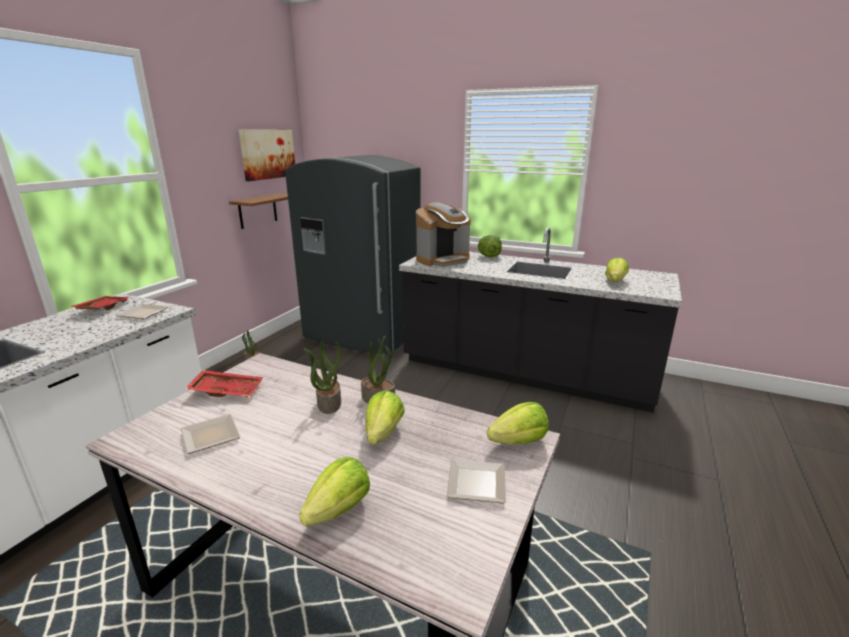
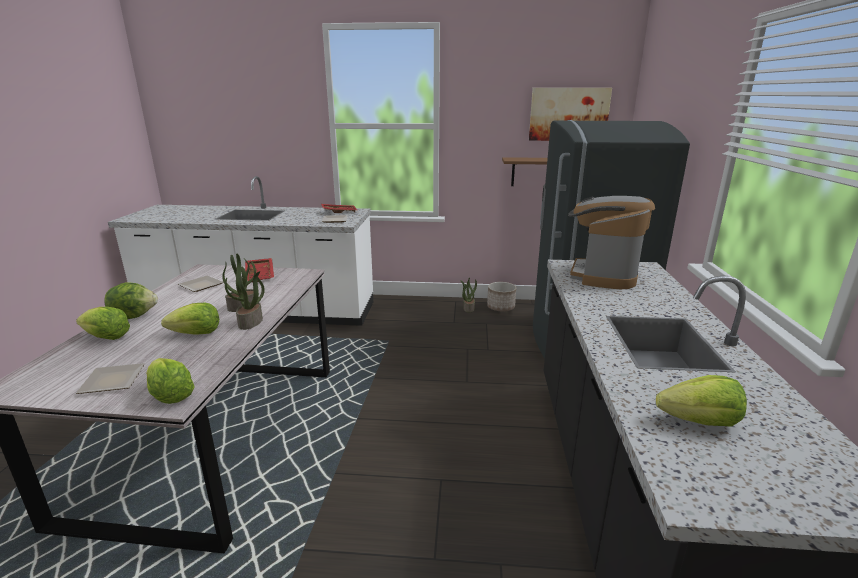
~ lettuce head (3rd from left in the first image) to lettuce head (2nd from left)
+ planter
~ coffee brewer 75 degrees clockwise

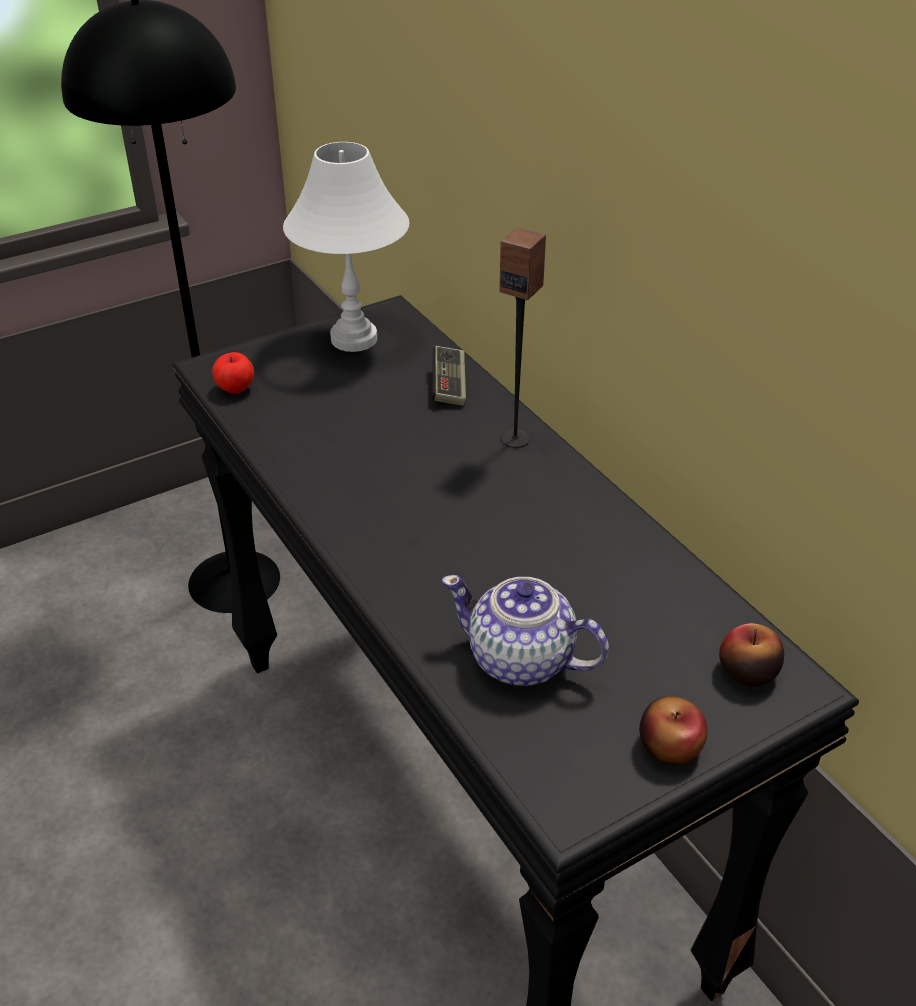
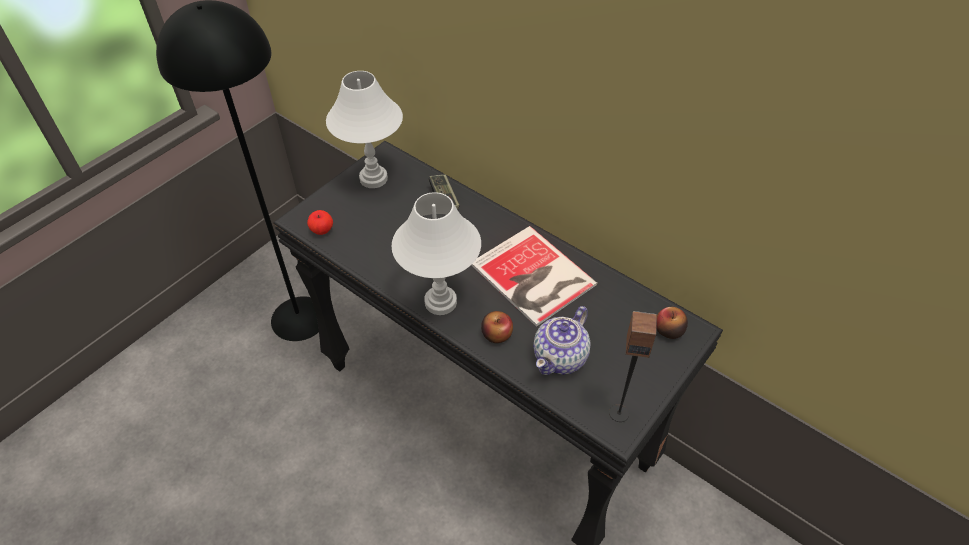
+ white-coloured lamp for a table (2nd from left)
+ volume
~ apple fruit (2nd from left)
~ pot for tea 60 degrees counterclockwise
~ speaker

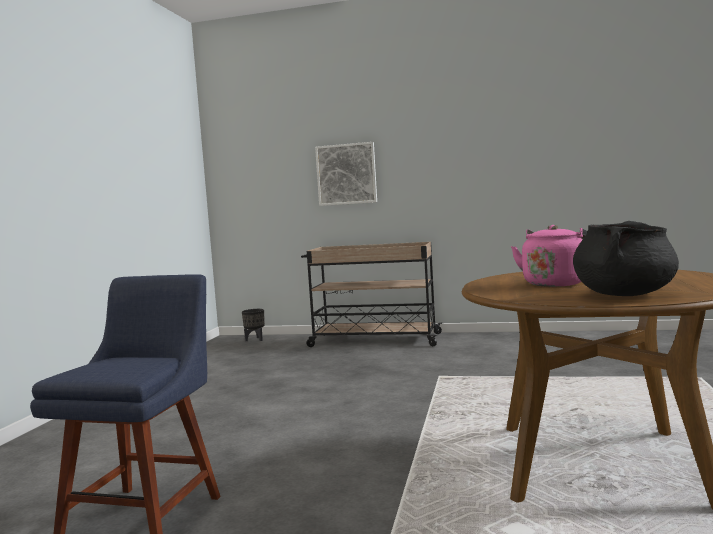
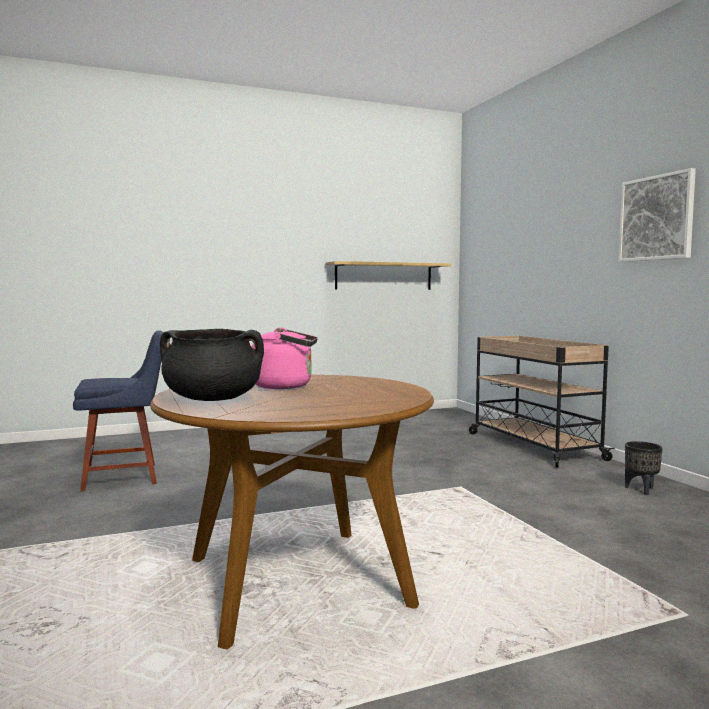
+ bracket shelf
~ picture
~ black-coloured planter

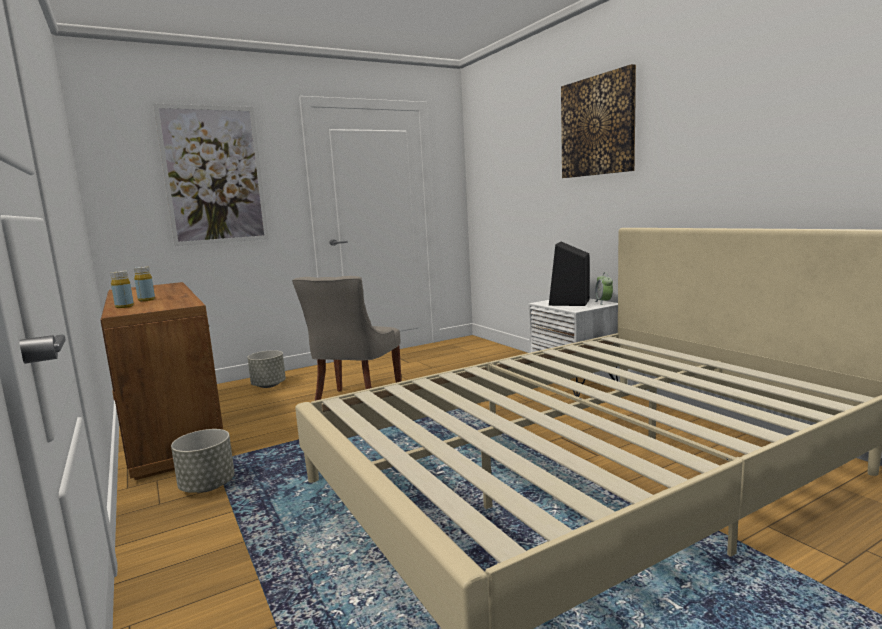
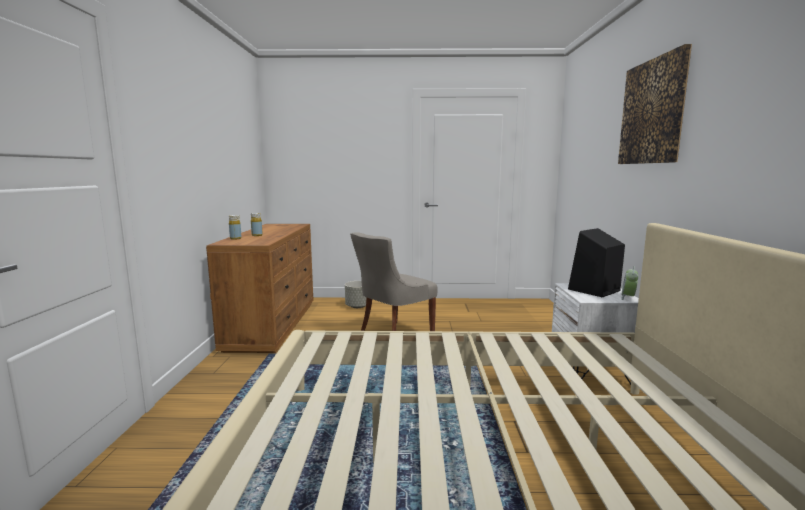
- picture (1st from left)
- greyish planter (1st from left)

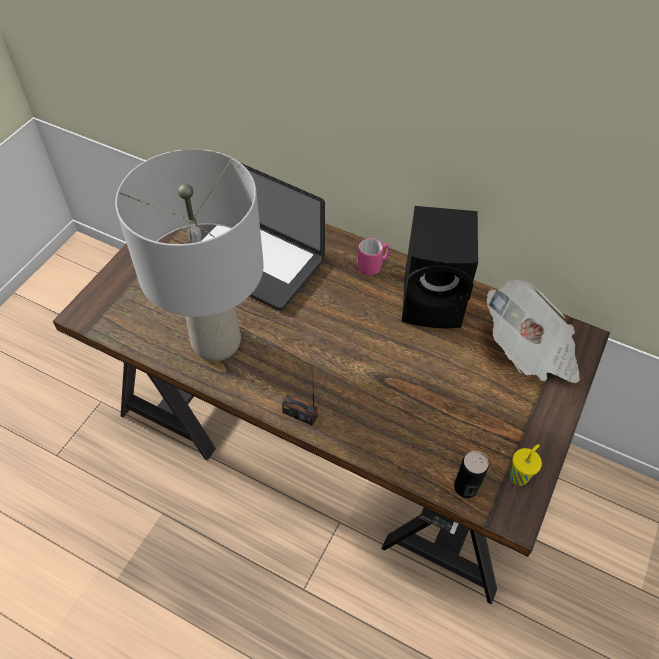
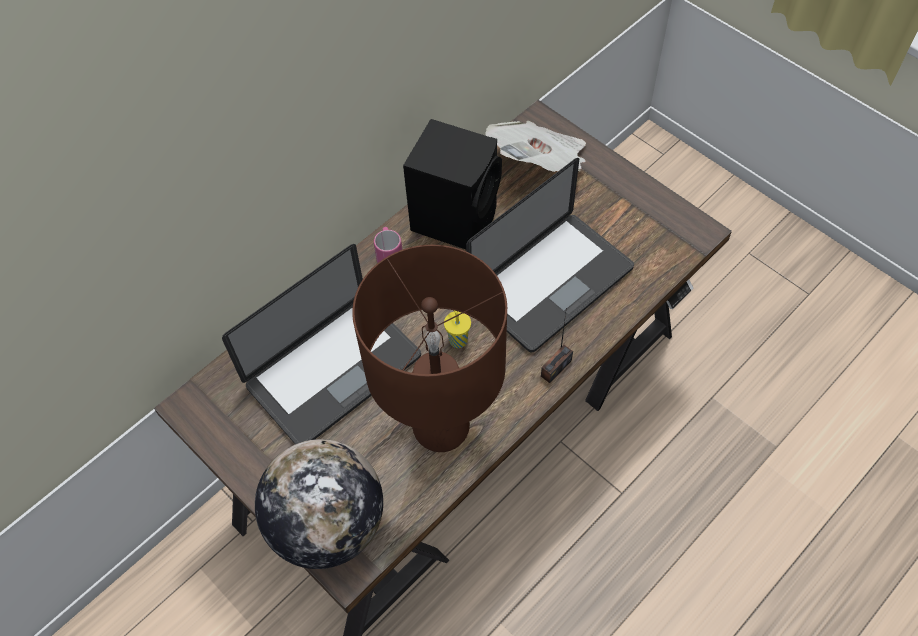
+ globe
~ greyish lamp for a table to brown-coloured lamp for a table
~ yellow-coloured small cup
+ notebook computer (2nd from left)
- metal can

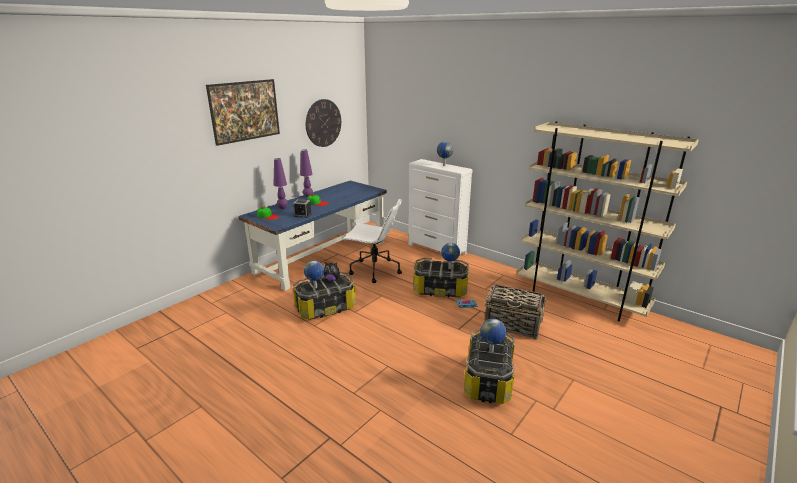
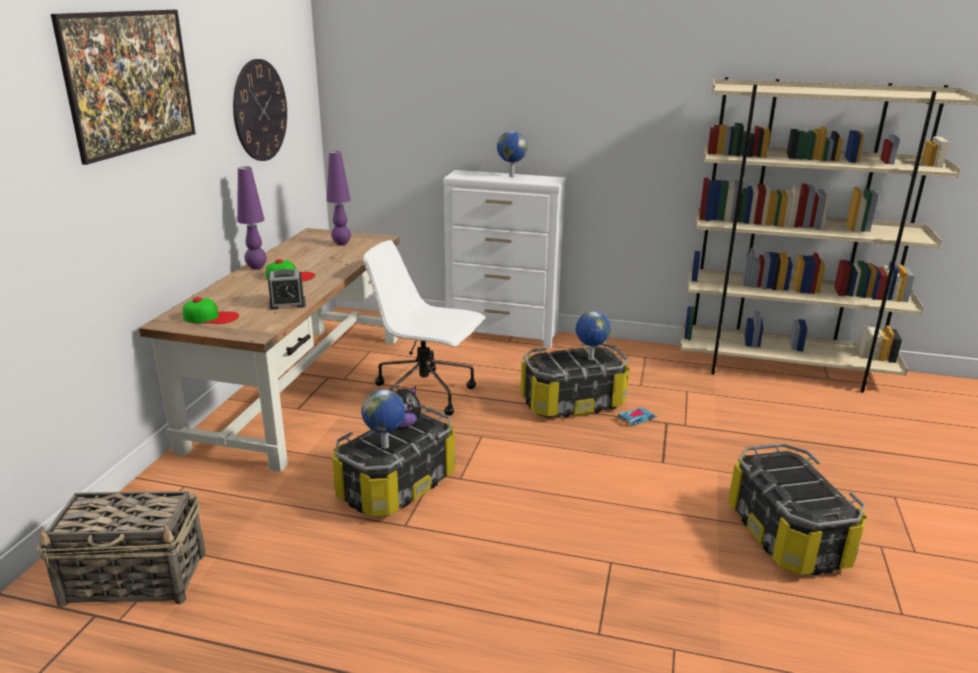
~ household basket
~ blue desk table to brown-coloured desk table
~ purple-coloured lamp for a table (1st from left in the first image) to purple-coloured lamp for a table (2nd from left)
~ white-coloured desk chair 150 degrees counterclockwise
- globe (4th from left)

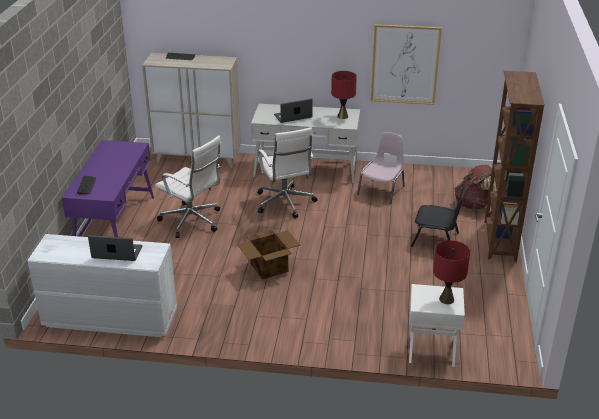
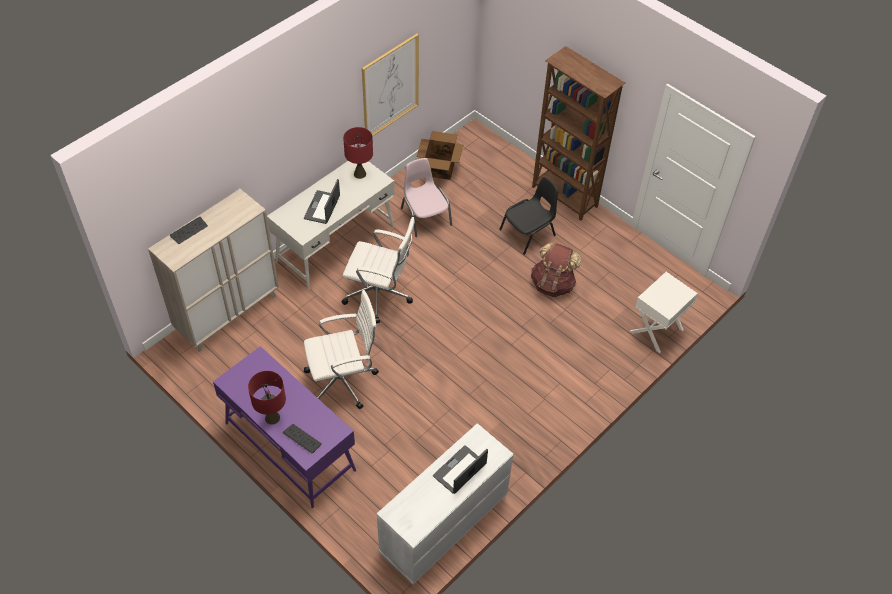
~ red-coloured lamp for a table (2nd from left in the first image) to red-coloured lamp for a table (1st from left)
~ packing box
~ brown-coloured knapsack

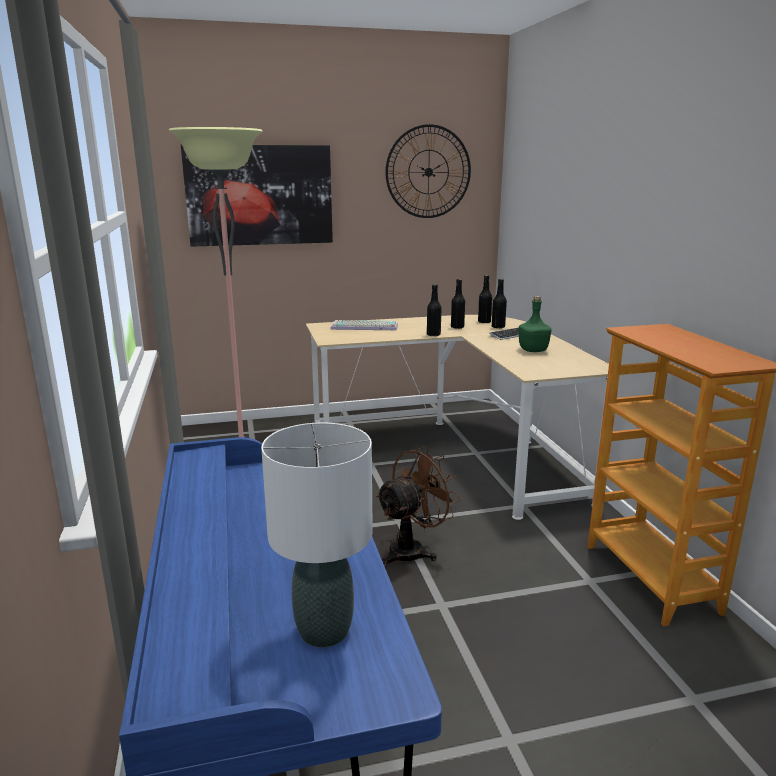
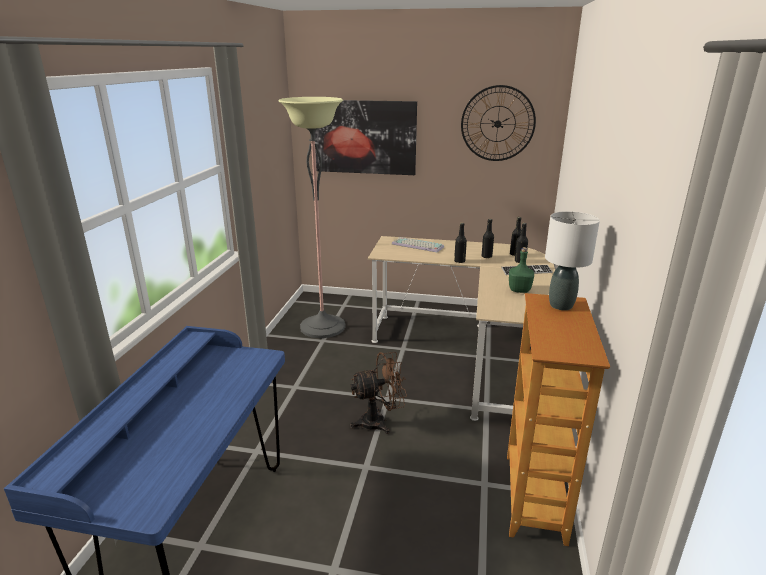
~ white-coloured lamp for a table

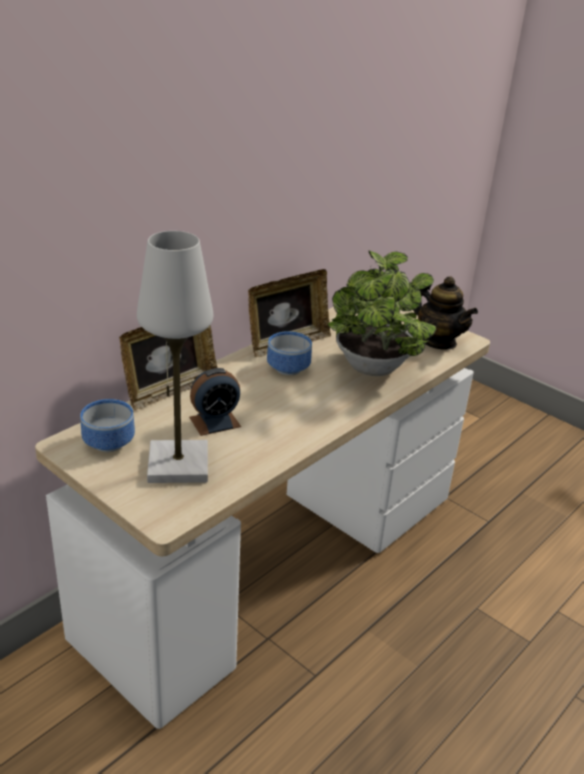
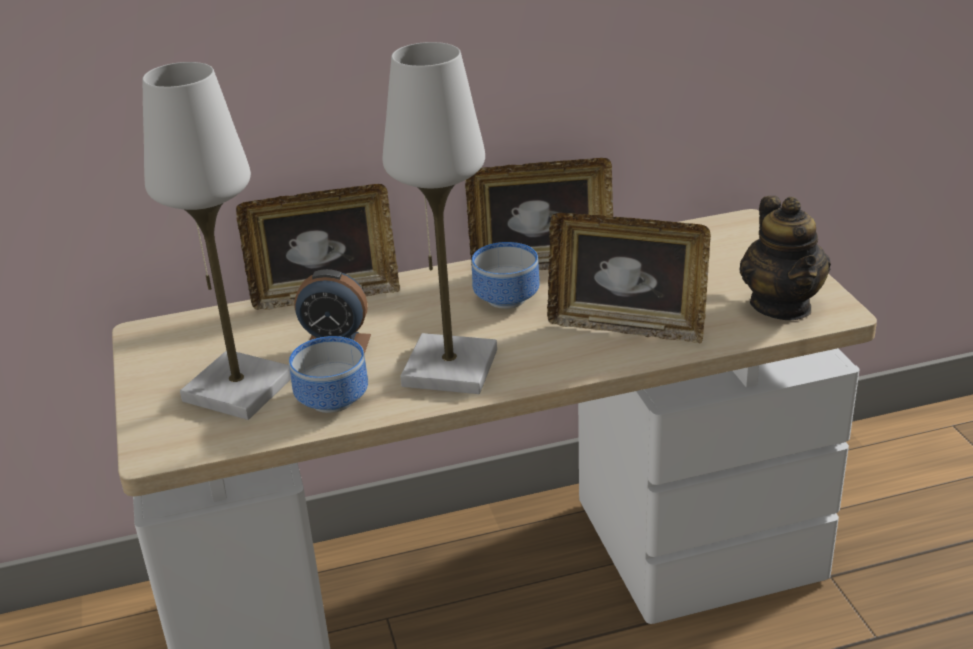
~ deep dish (1st from left)
+ white-coloured lamp for a table (2nd from left)
~ houseplant to picture frame (3rd from left)

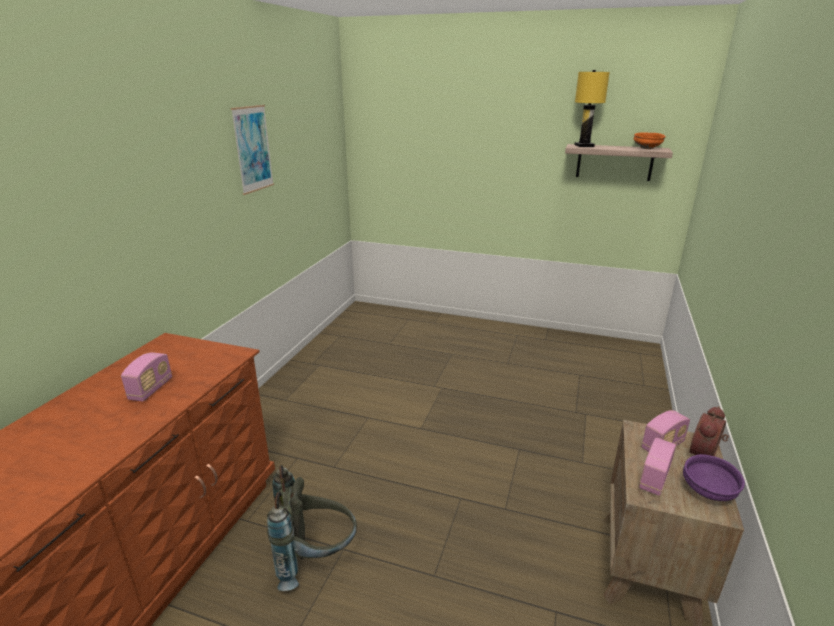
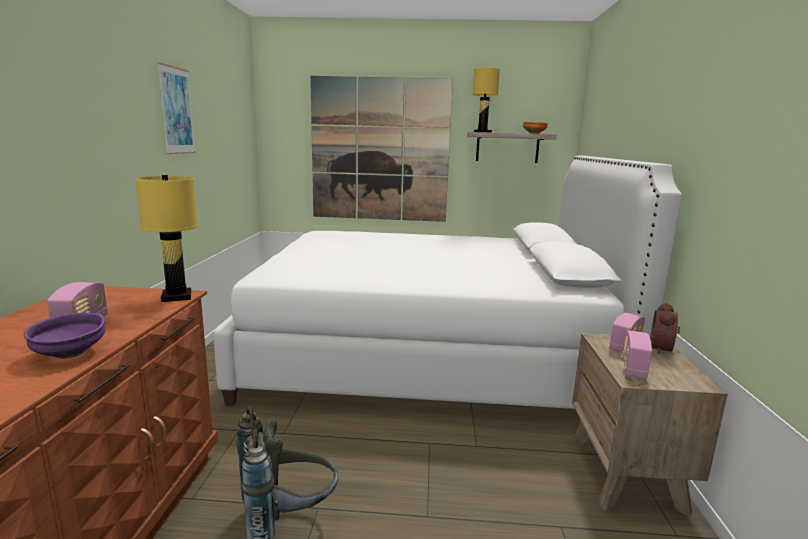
~ purple-coloured deep dish
+ yellow-coloured lamp for a table (1st from left)
+ white-coloured sleeping bed
+ picture (2nd from left)

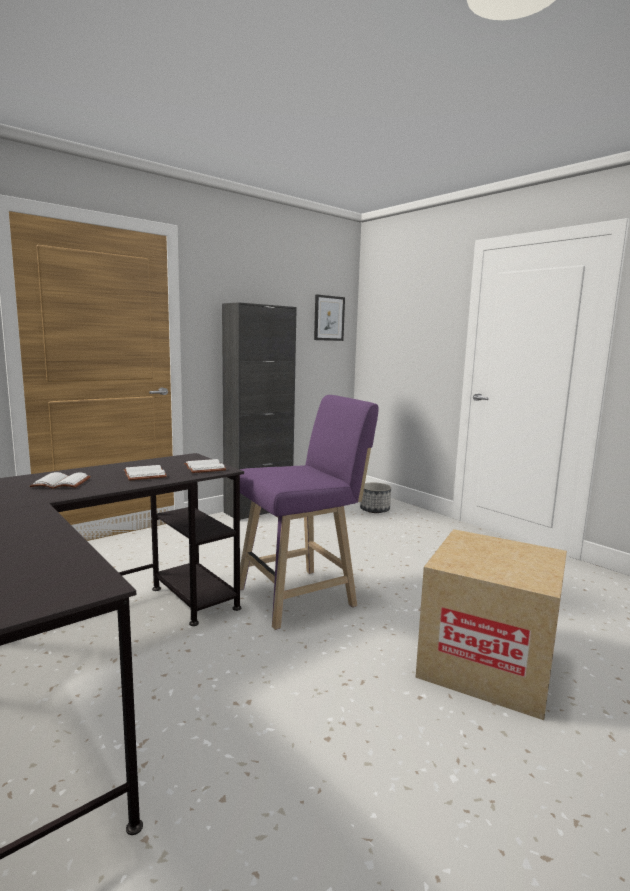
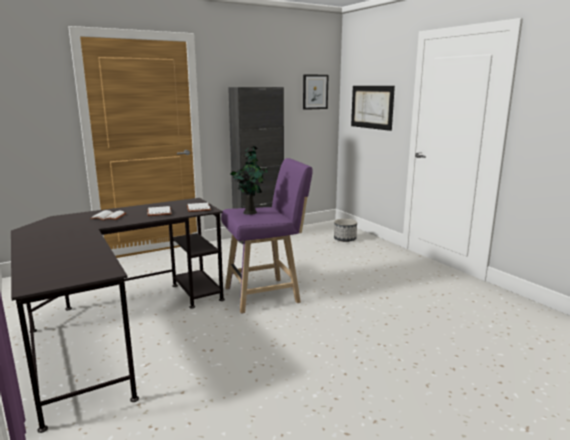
+ houseplant
+ picture (2nd from left)
- packing box

